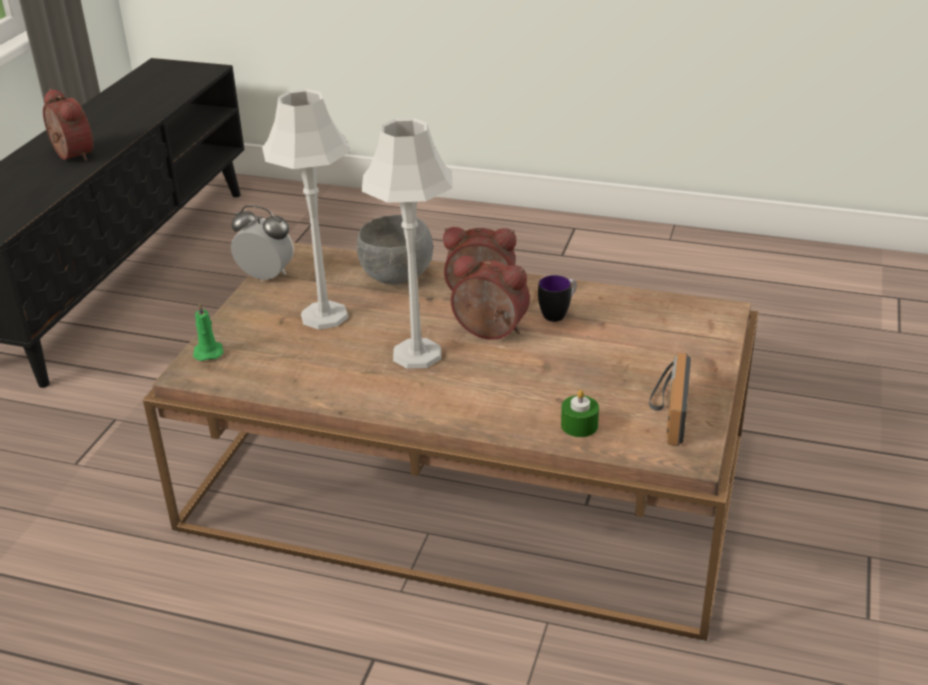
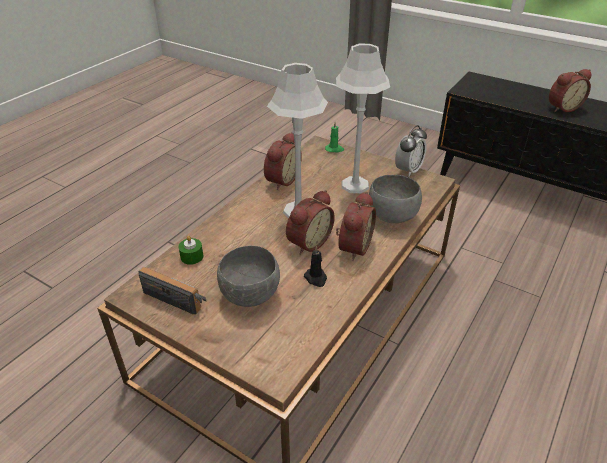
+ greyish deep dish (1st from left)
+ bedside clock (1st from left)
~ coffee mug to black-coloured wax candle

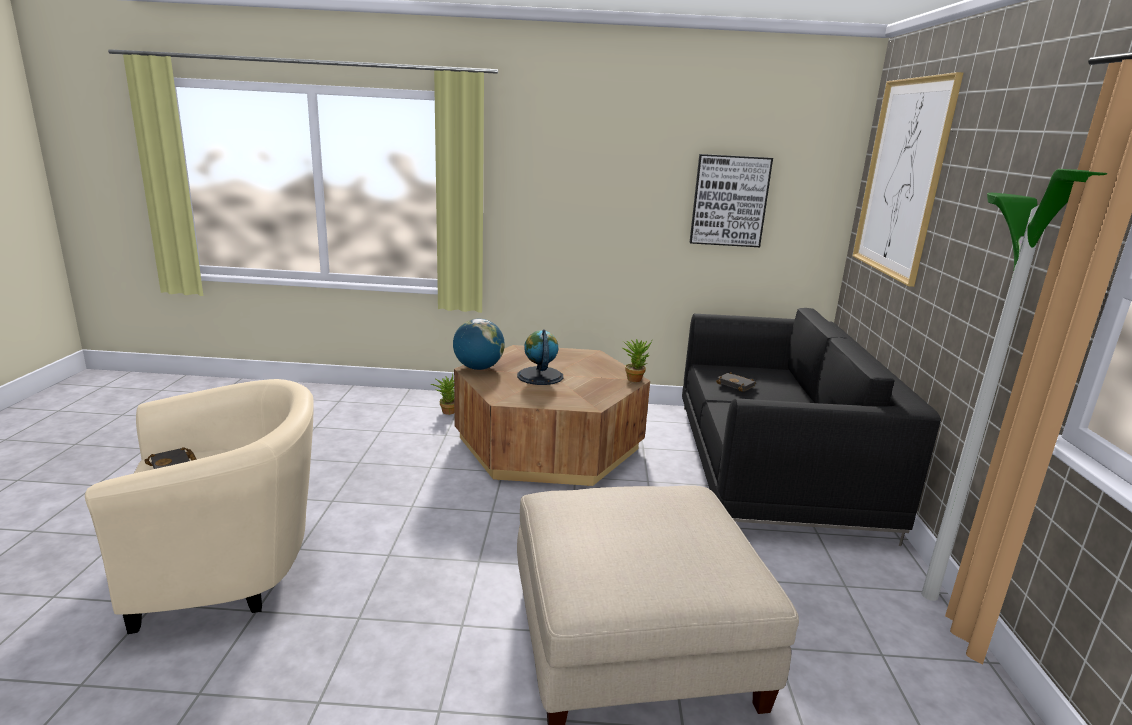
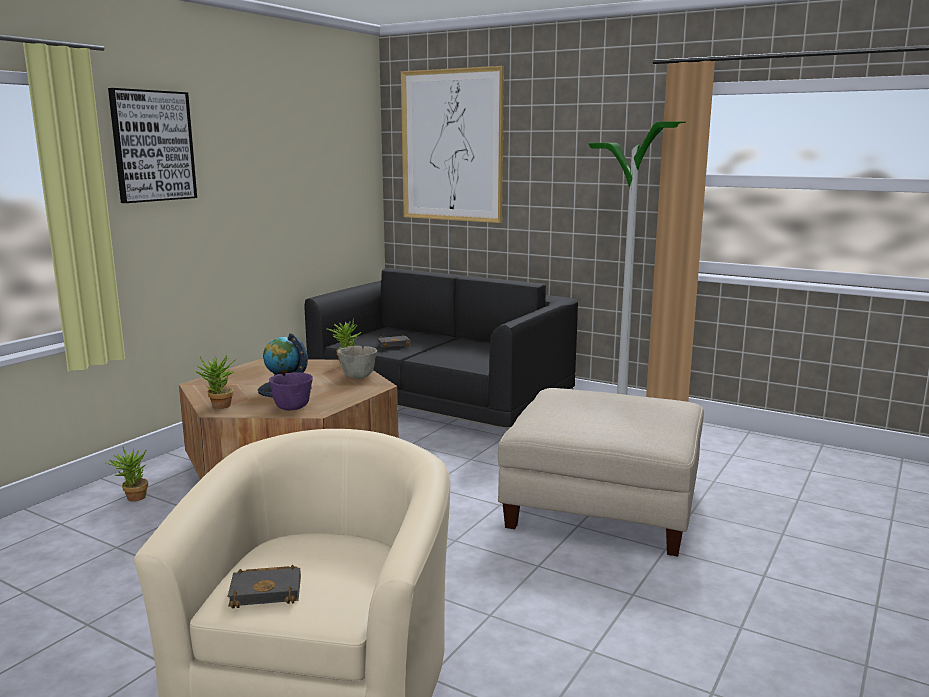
~ picture (1st from left)
~ globe (1st from left) to houseplant (2nd from left)
+ purple-coloured deep dish
+ greyish deep dish

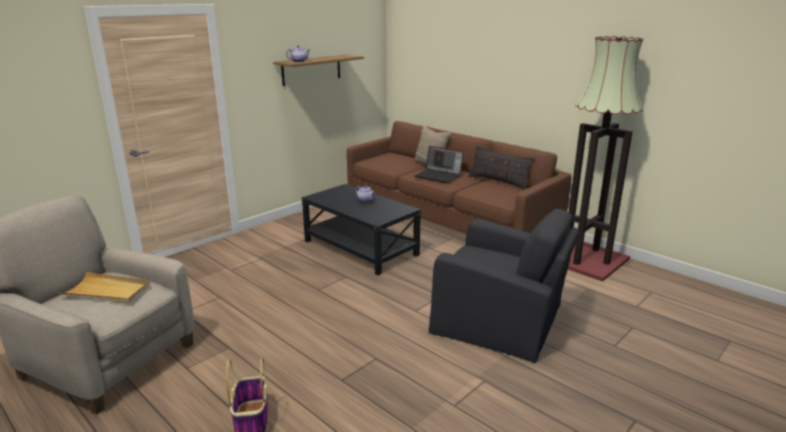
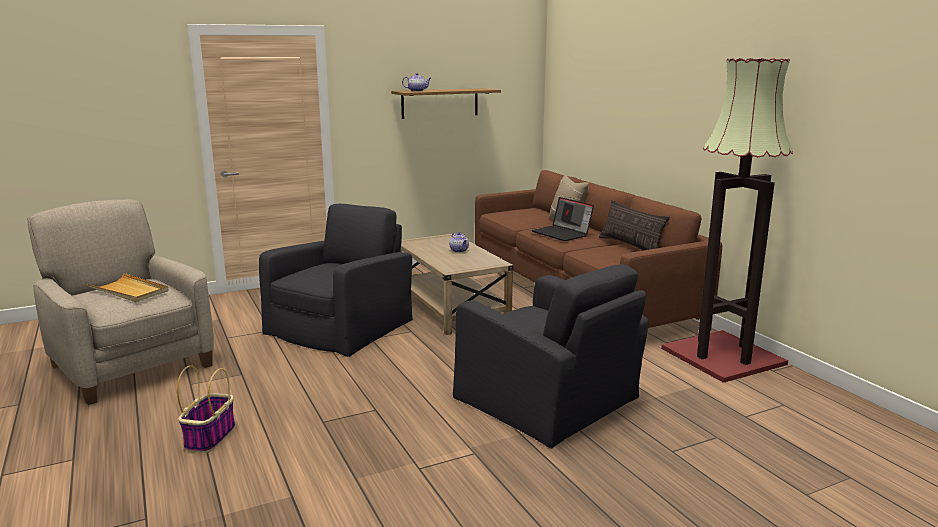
+ black-coloured lounge chair (1st from left)
~ black-coloured lounge table to beige-coloured lounge table

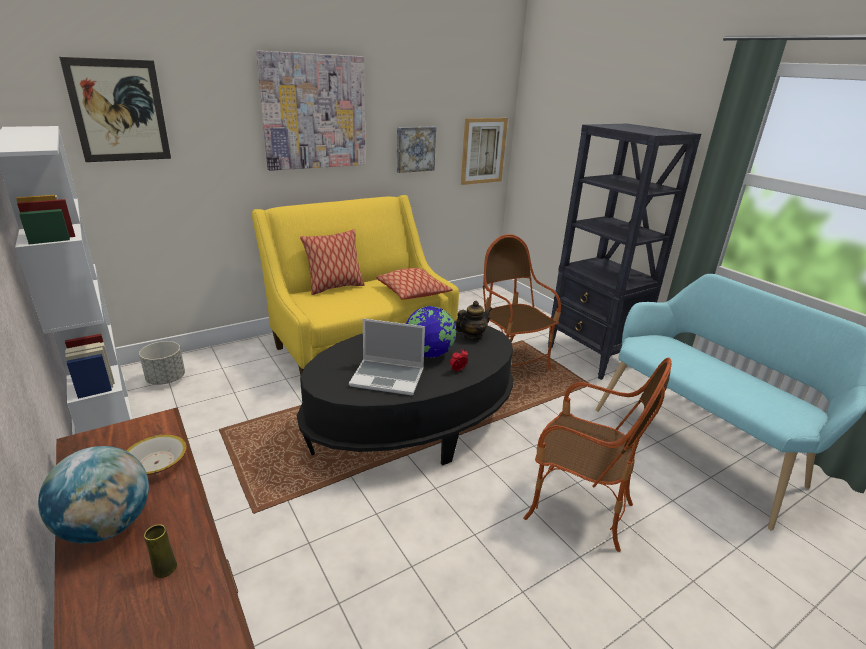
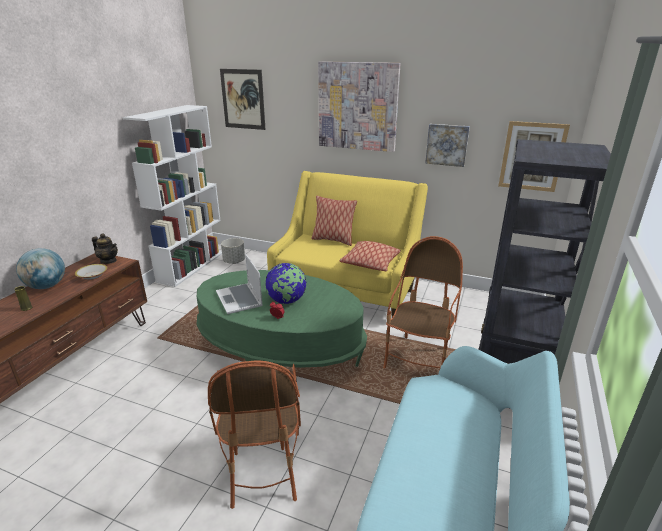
~ pot for tea
~ black-coloured lounge table to green-coloured lounge table

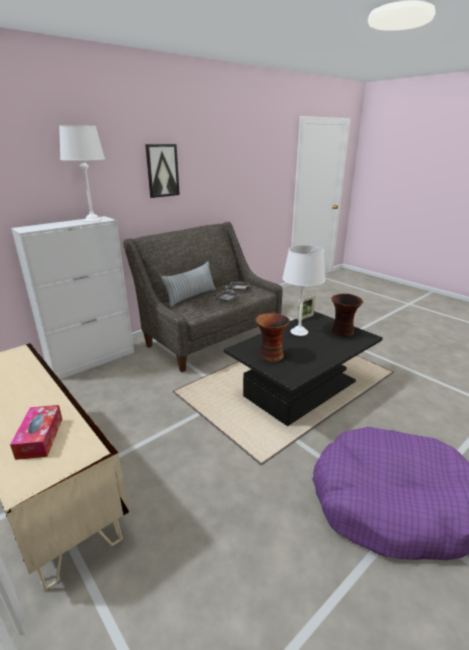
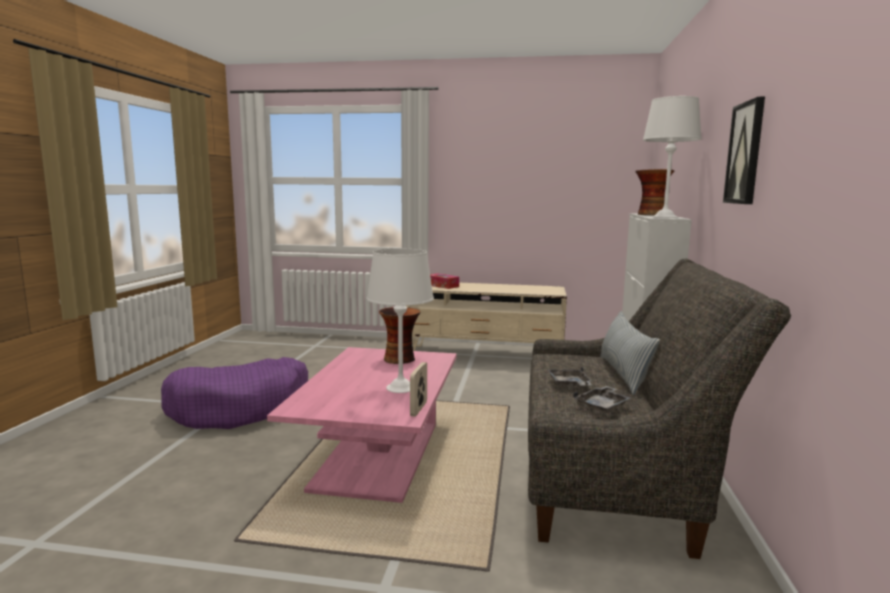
~ black-coloured lounge table to pink lounge table
~ vase (2nd from left)

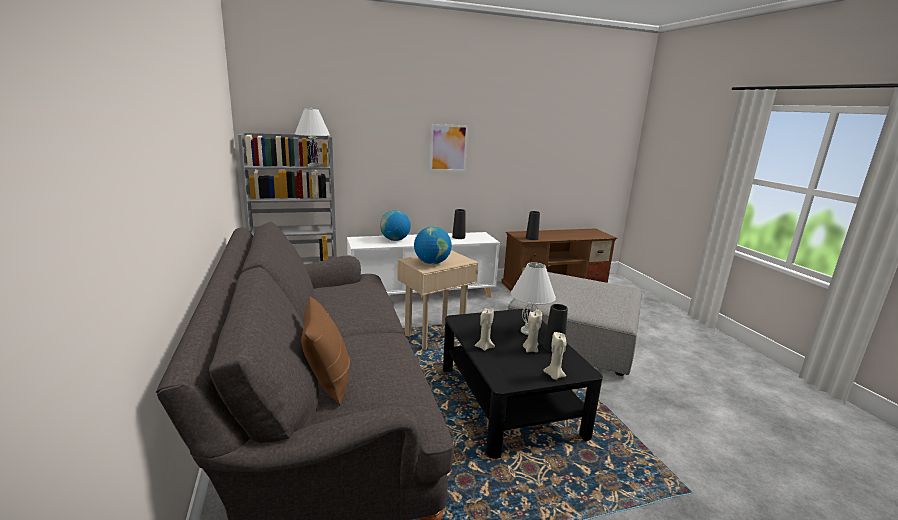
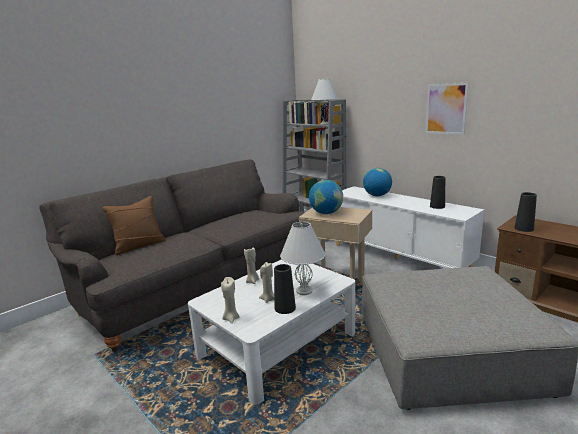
~ black-coloured lounge table to white-coloured lounge table

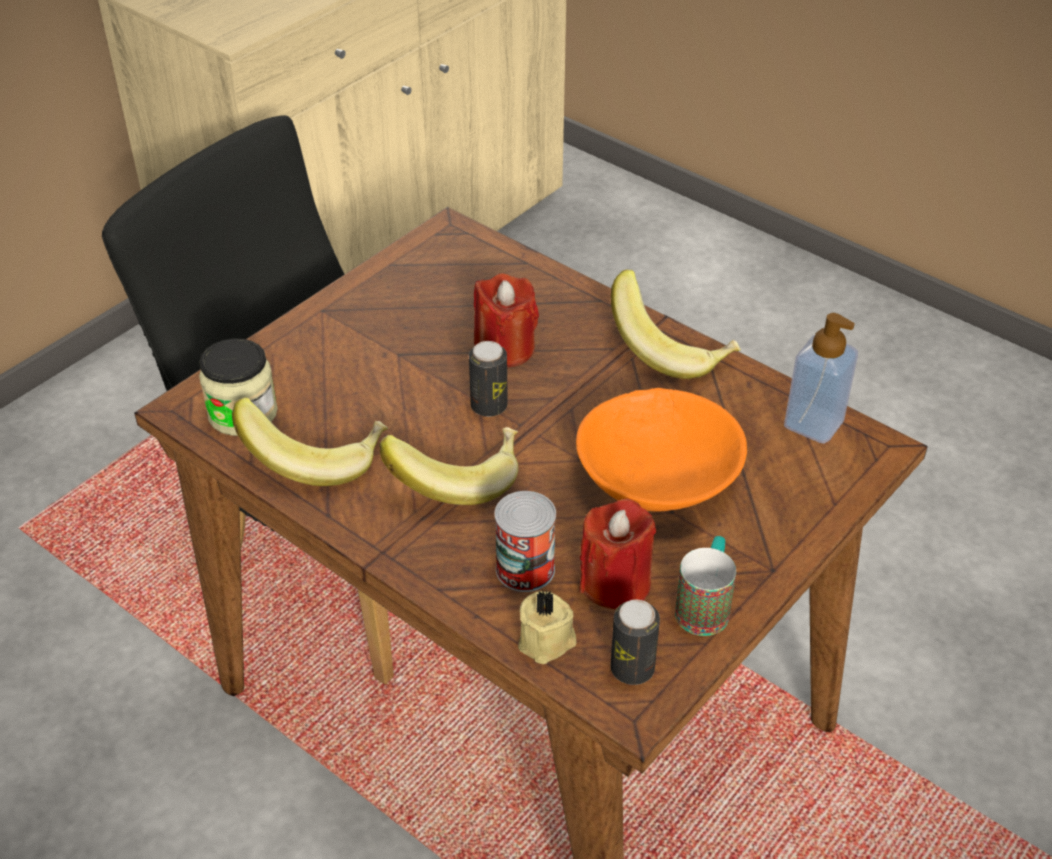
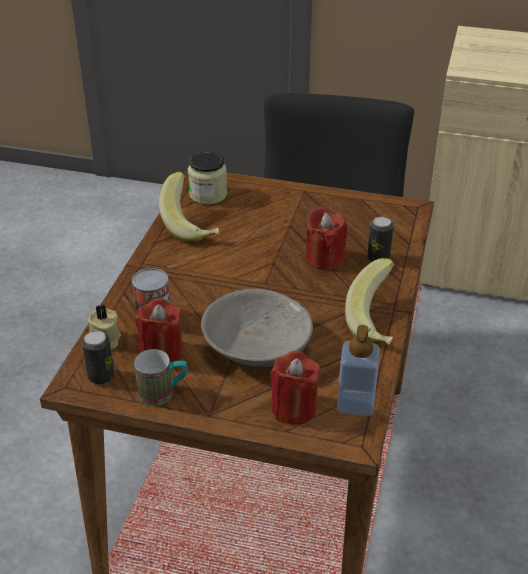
~ orangey deep dish to greyish deep dish
+ red-coloured wax candle (2nd from left)
~ metal can (1st from left in the first image) to metal can (3rd from left)
- whole banana (2nd from left)

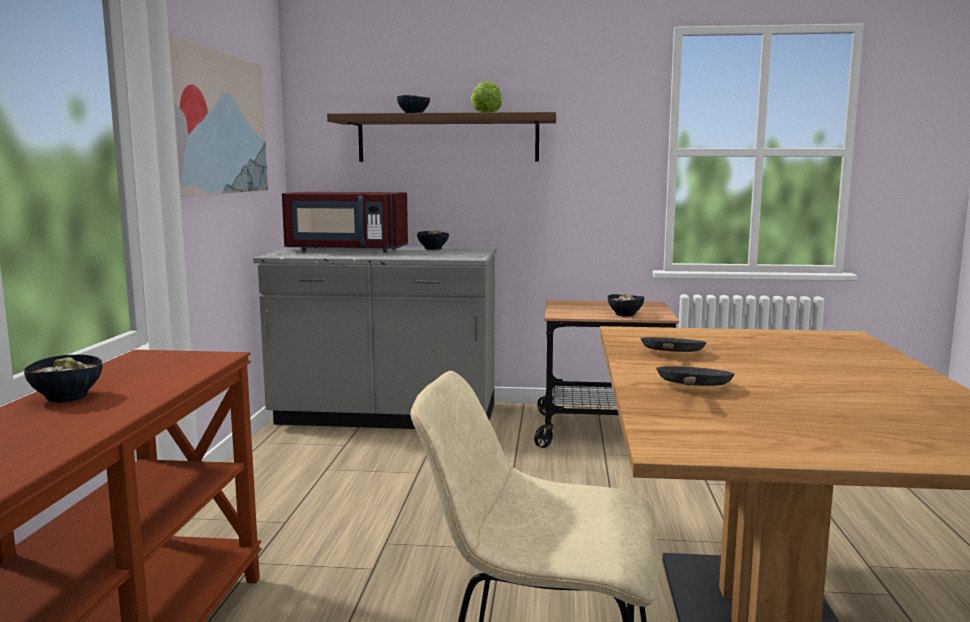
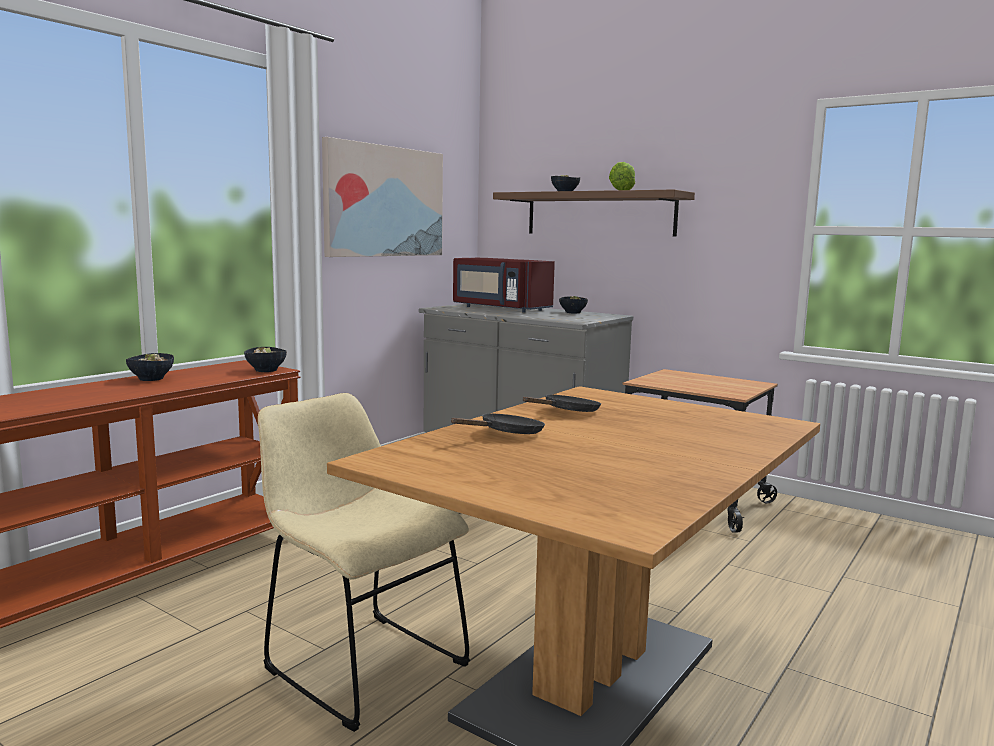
~ deep dish (4th from left in the first image) to deep dish (2nd from left)

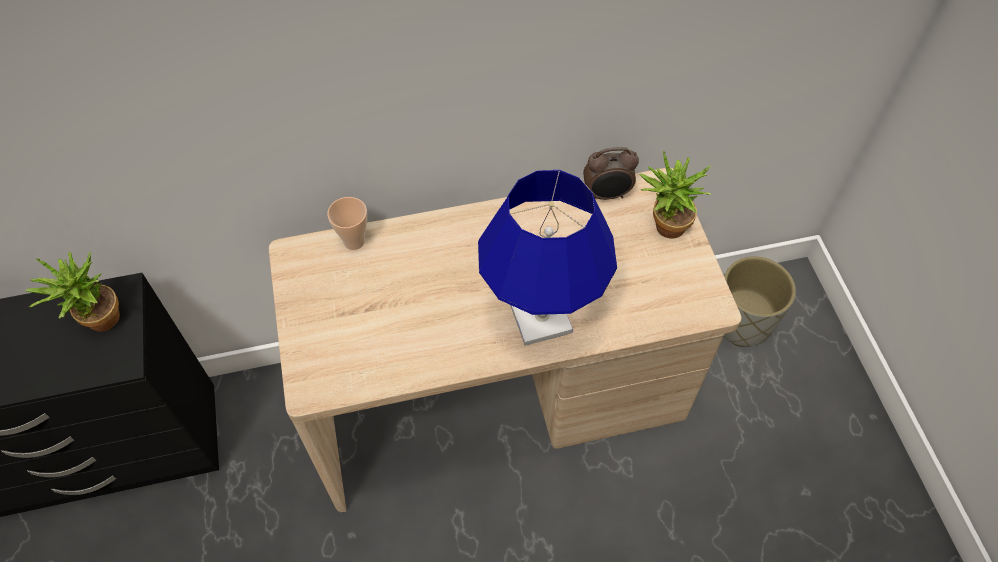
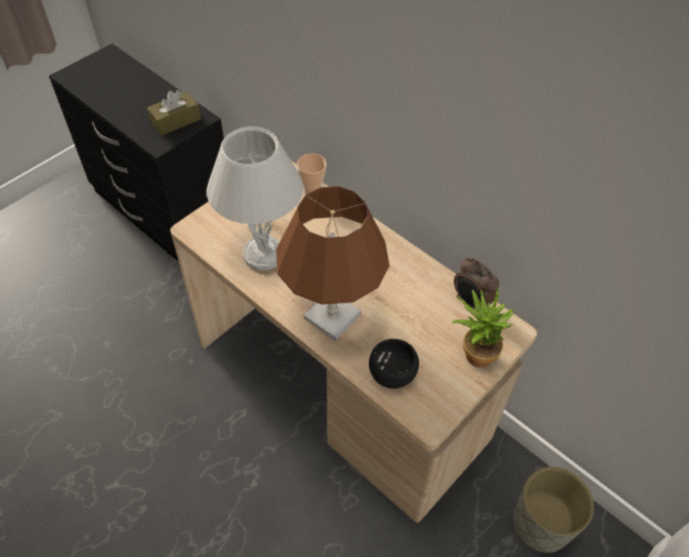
~ houseplant (1st from left) to brown-coloured box of tissues
+ white-coloured lamp for a table
~ blue lamp for a table to brown-coloured lamp for a table
+ black-coloured deep dish

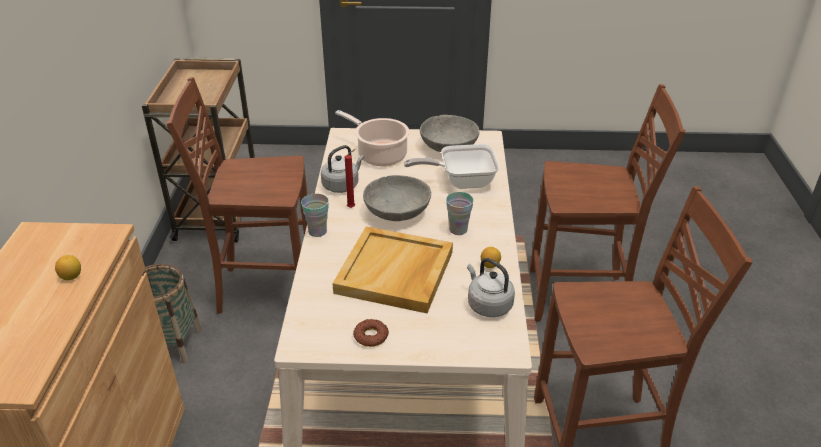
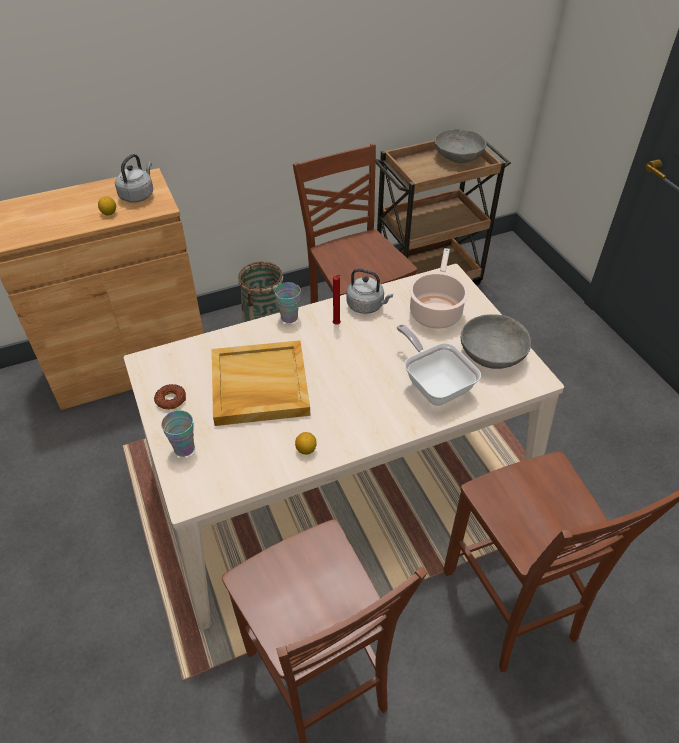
~ greyish kettle (2nd from left in the first image) to greyish kettle (1st from left)
~ small cup (2nd from left in the first image) to small cup (1st from left)
~ greyish deep dish (1st from left)

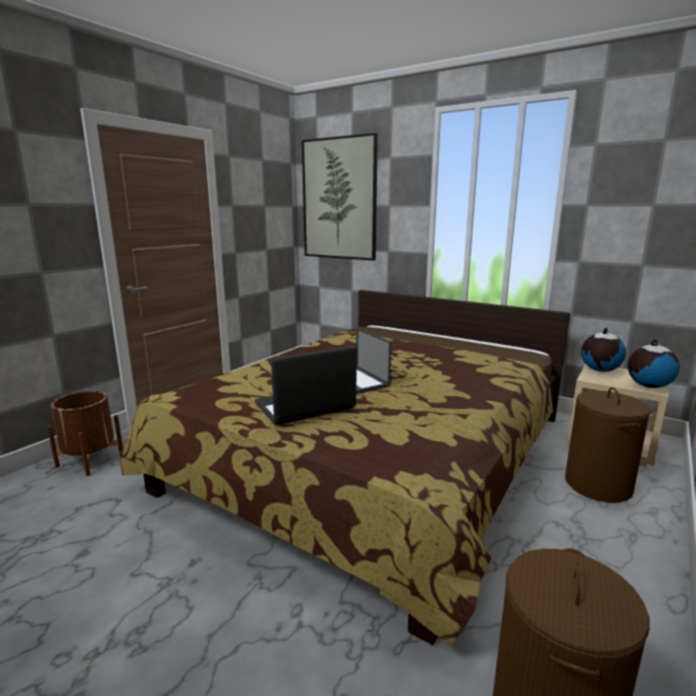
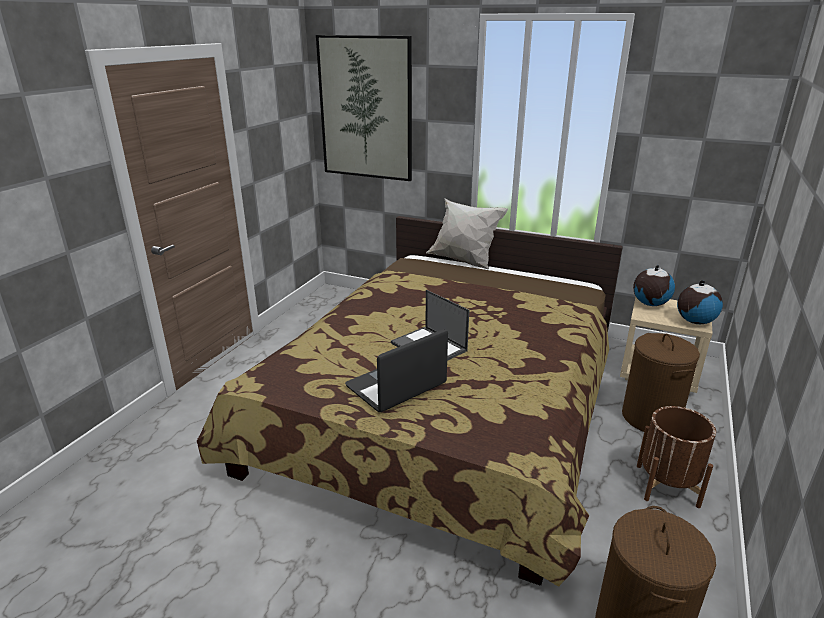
+ white-coloured throw pillow
~ brown-coloured planter

